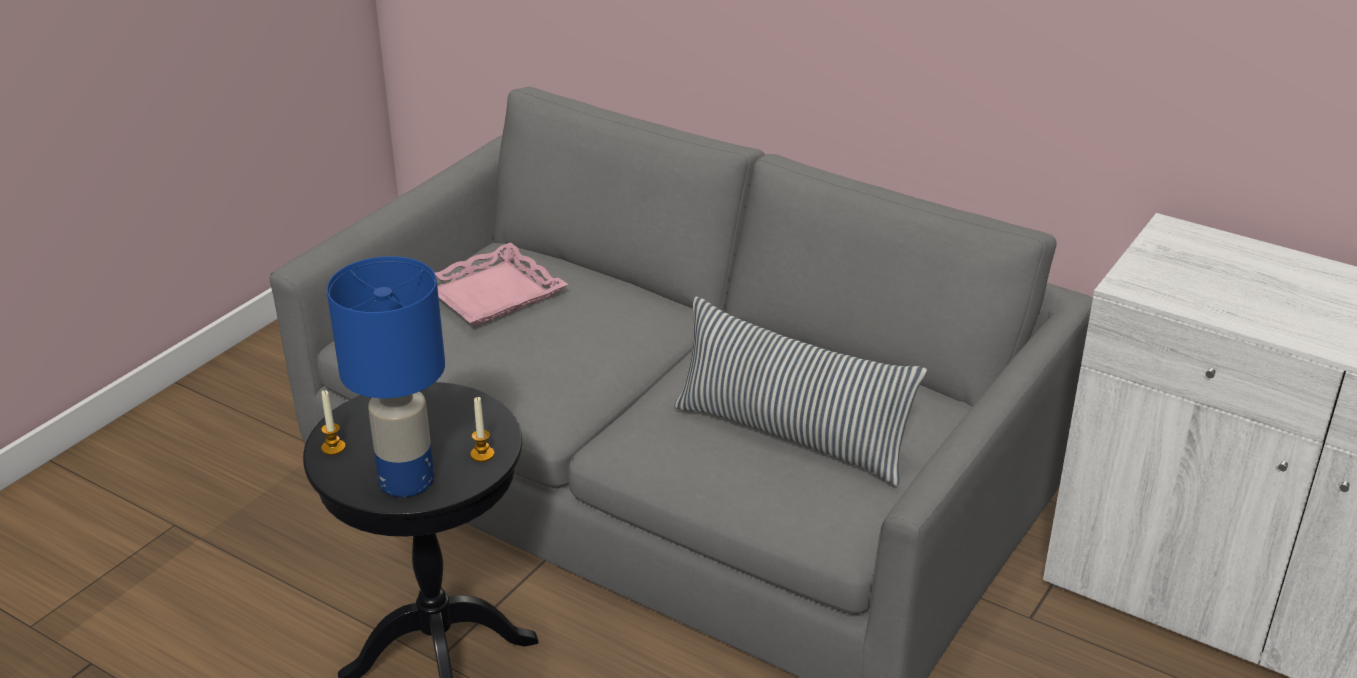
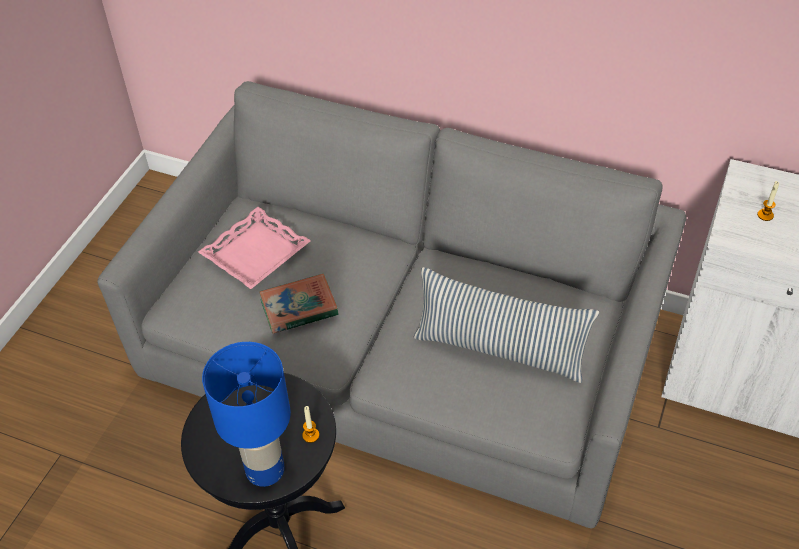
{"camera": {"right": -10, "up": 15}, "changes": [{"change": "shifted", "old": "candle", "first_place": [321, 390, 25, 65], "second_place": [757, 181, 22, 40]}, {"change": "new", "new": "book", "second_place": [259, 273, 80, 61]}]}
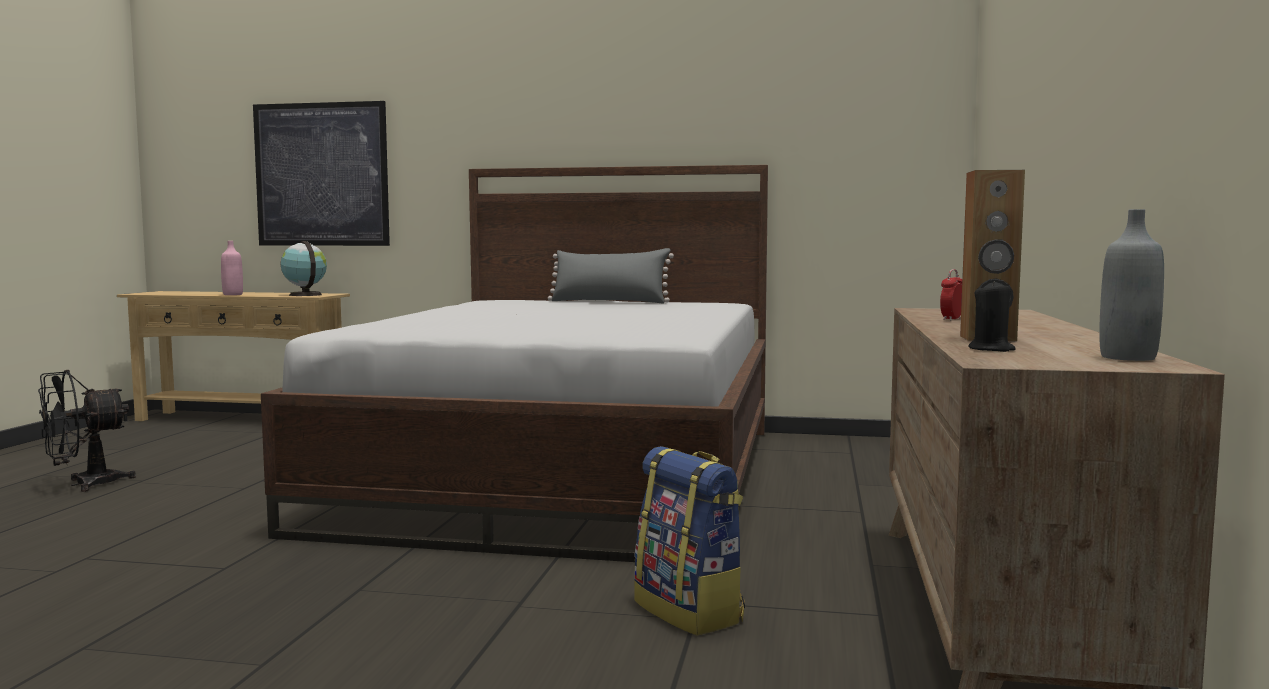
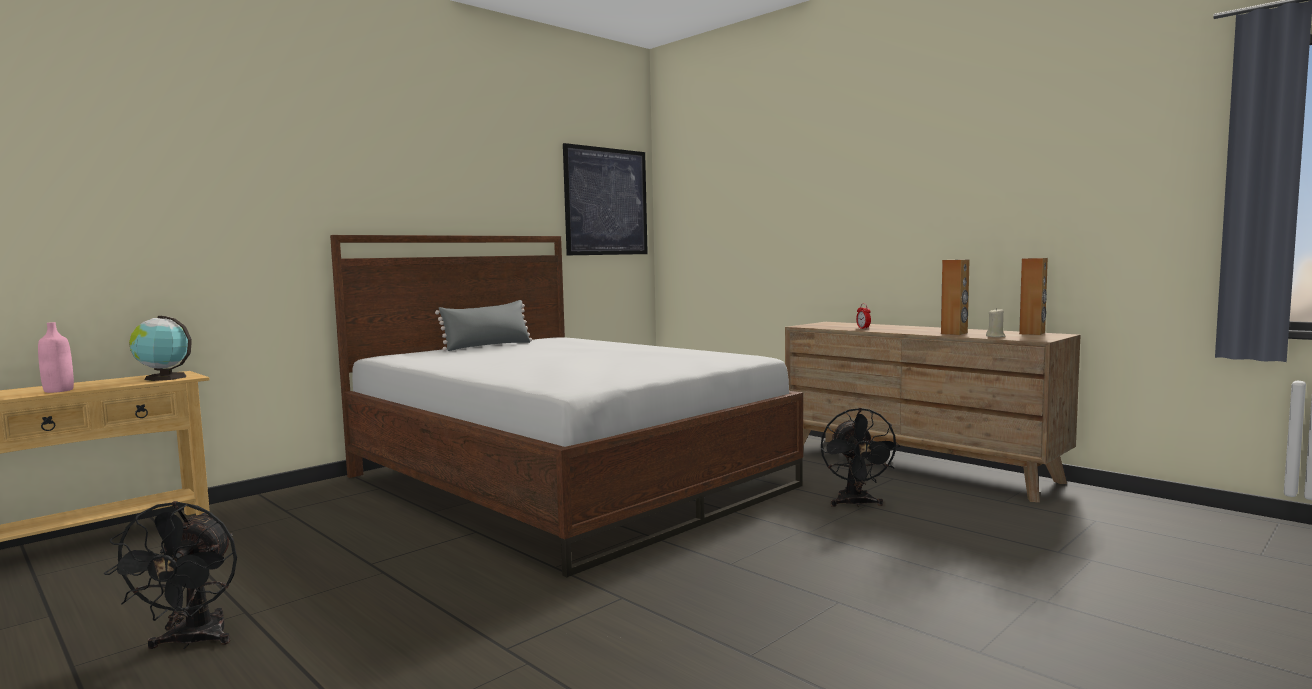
{"camera": {"right": -55, "up": 0}, "changes": [{"change": "shifted", "old": "picture", "first_place": [253, 101, 137, 145], "second_place": [563, 143, 85, 112]}, {"change": "swapped", "old": "backpack", "new": "black fan", "first_place": [634, 446, 111, 190], "second_place": [821, 408, 79, 99]}, {"change": "repainted", "old": "black candle", "new": "beige candle", "first_place": [968, 281, 48, 71], "second_place": [986, 308, 19, 29]}, {"change": "swapped", "old": "grey bottle", "new": "brown speaker", "first_place": [1099, 209, 65, 152], "second_place": [1019, 258, 29, 77]}]}
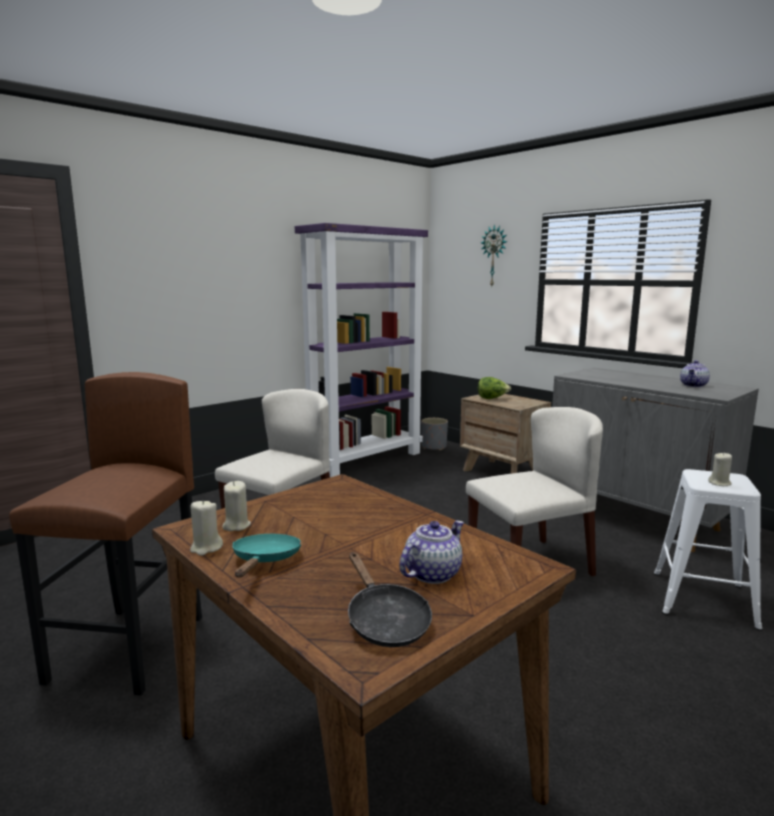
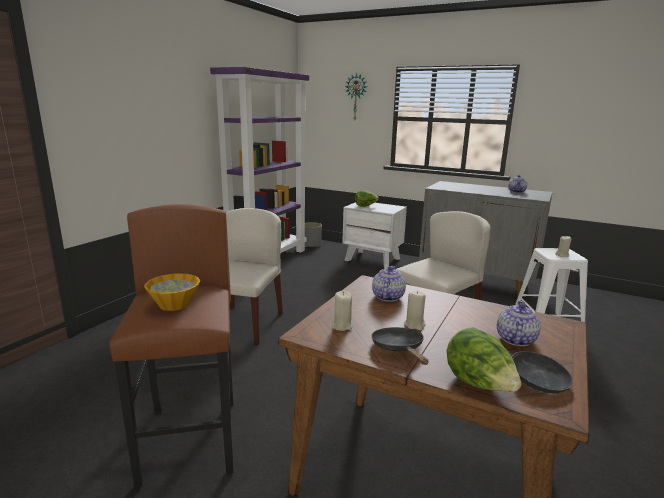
{"camera": {"right": -20, "up": 5}, "changes": [{"change": "shifted", "old": "beige candle", "first_place": [190, 500, 33, 56], "second_place": [404, 290, 22, 40]}, {"change": "repainted", "old": "turquoise frying pan", "new": "black frying pan", "first_place": [232, 534, 69, 44], "second_place": [372, 327, 57, 38]}, {"change": "repainted", "old": "brown nightstand", "new": "white nightstand", "first_place": [460, 394, 91, 80], "second_place": [342, 202, 65, 67]}, {"change": "new", "new": "bowl", "second_place": [144, 273, 56, 38]}, {"change": "new", "new": "teapot", "second_place": [372, 266, 34, 36]}, {"change": "new", "new": "lettuce", "second_place": [447, 327, 74, 65]}]}
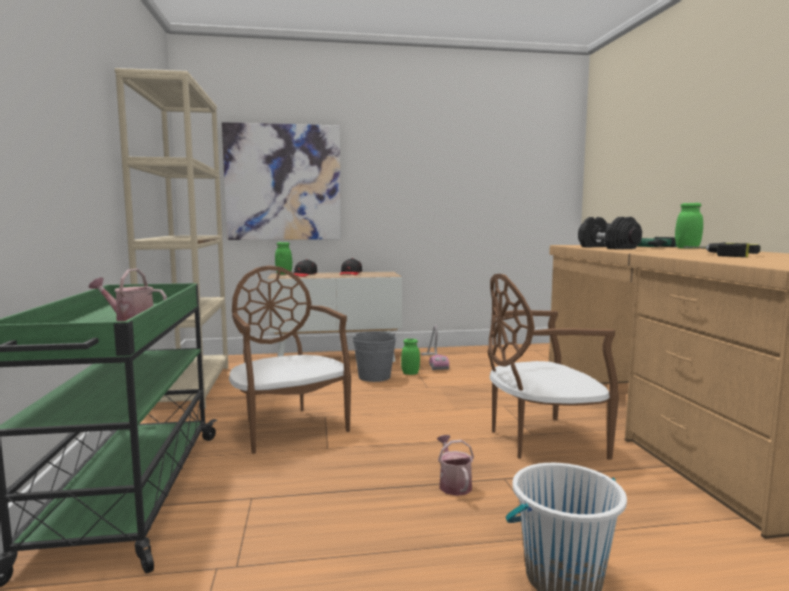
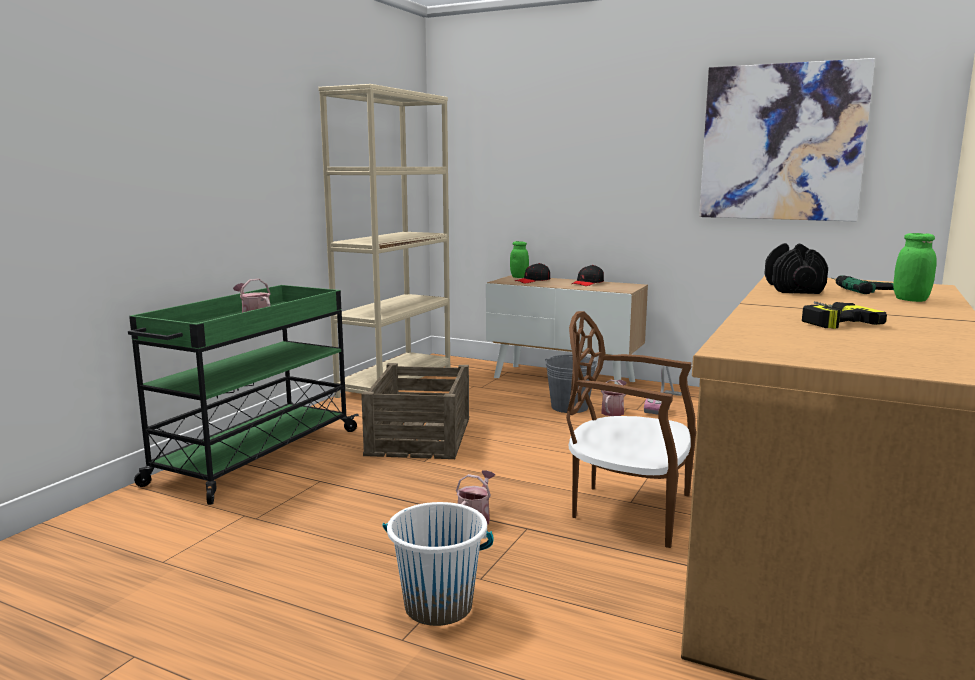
{"camera": {"right": 35, "up": 5}, "changes": [{"change": "shifted", "old": "picture", "first_place": [222, 122, 119, 118], "second_place": [699, 58, 176, 163]}, {"change": "swapped", "old": "brown chair", "new": "crate", "first_place": [229, 265, 122, 189], "second_place": [361, 363, 108, 96]}, {"change": "swapped", "old": "green jar", "new": "watering can", "first_place": [401, 339, 19, 36], "second_place": [601, 379, 26, 37]}]}
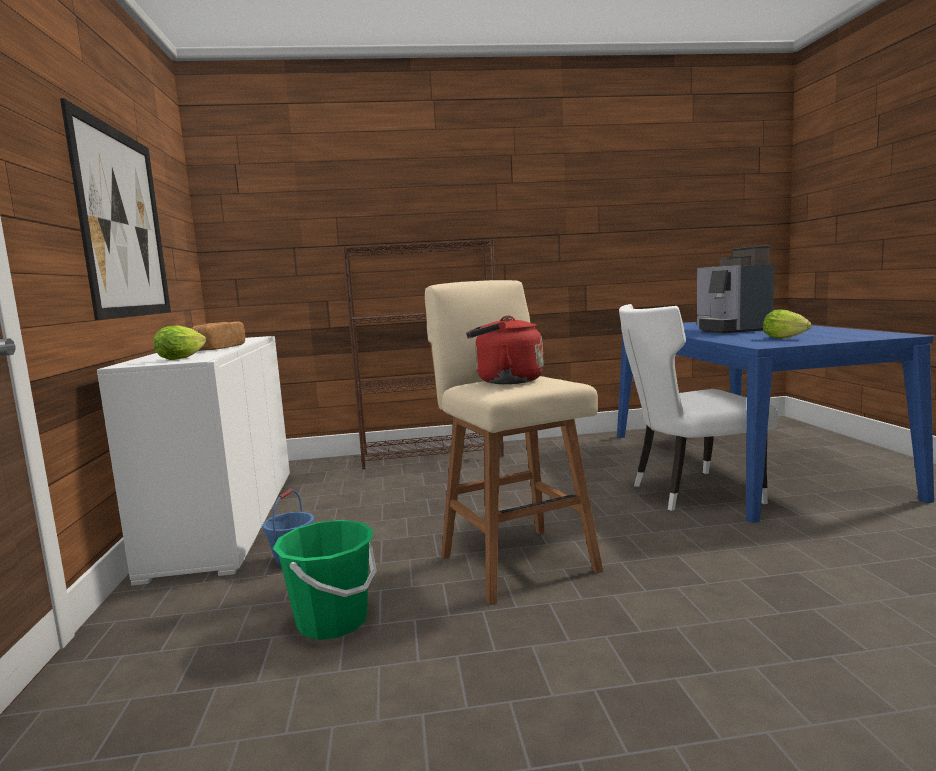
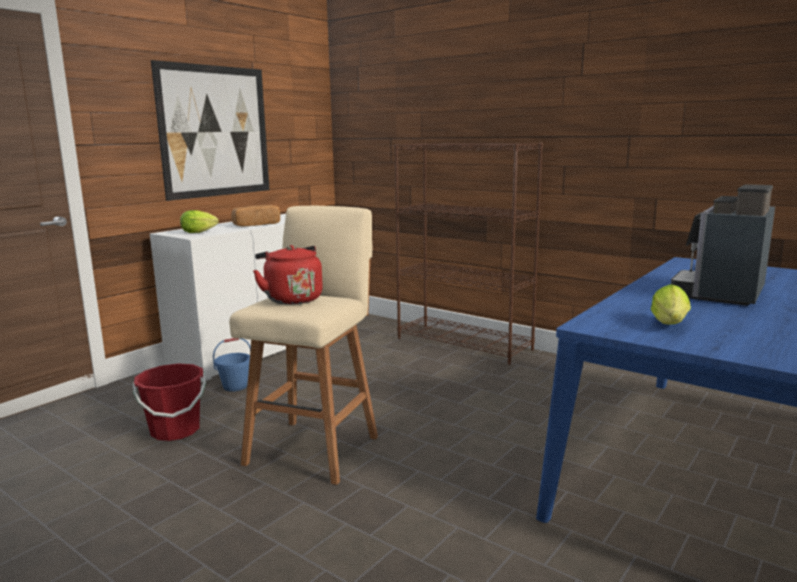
{"camera": {"right": 45, "up": 5}, "changes": [{"change": "repainted", "old": "green bucket", "new": "red bucket", "first_place": [273, 520, 104, 120], "second_place": [133, 363, 73, 78]}, {"change": "gone", "old": "white chair", "first_place": [619, 304, 159, 207]}]}
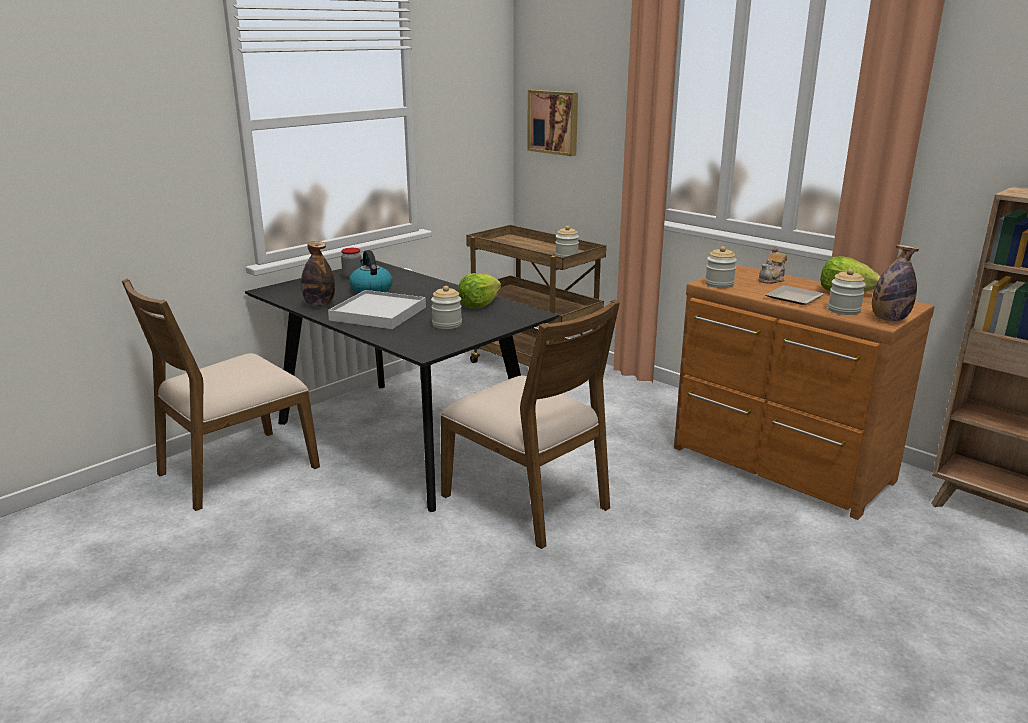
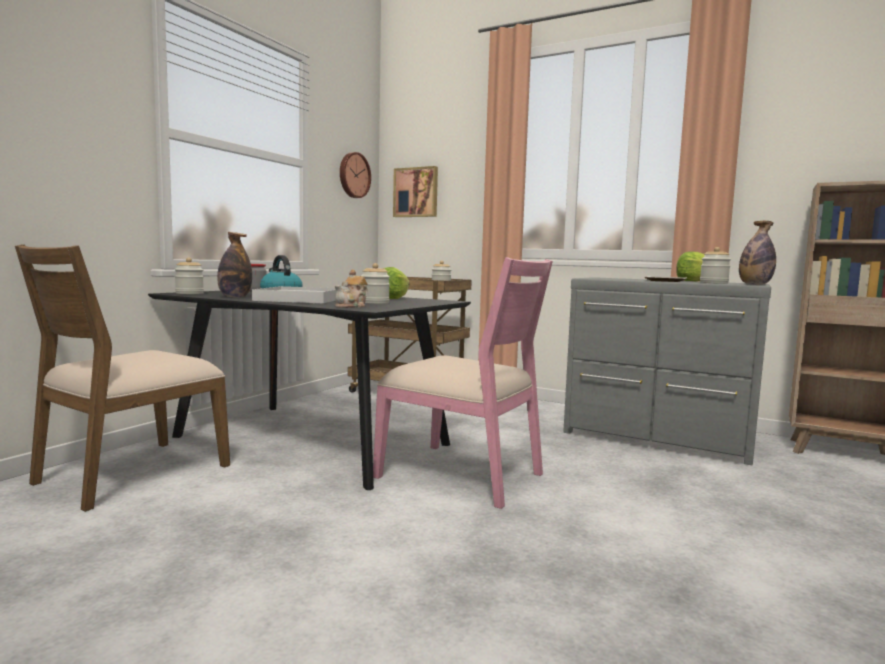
{"camera": {"right": -15, "up": -15}, "changes": [{"change": "repainted", "old": "brown chair", "new": "pink chair", "first_place": [440, 300, 180, 249], "second_place": [373, 257, 180, 252]}, {"change": "repainted", "old": "brown dresser", "new": "grey dresser", "first_place": [674, 265, 260, 255], "second_place": [563, 277, 208, 188]}, {"change": "shifted", "old": "jar", "first_place": [705, 246, 32, 42], "second_place": [175, 258, 29, 36]}, {"change": "shifted", "old": "teapot", "first_place": [759, 247, 28, 37], "second_place": [334, 270, 34, 38]}, {"change": "new", "new": "wall clock", "second_place": [340, 152, 31, 46]}]}
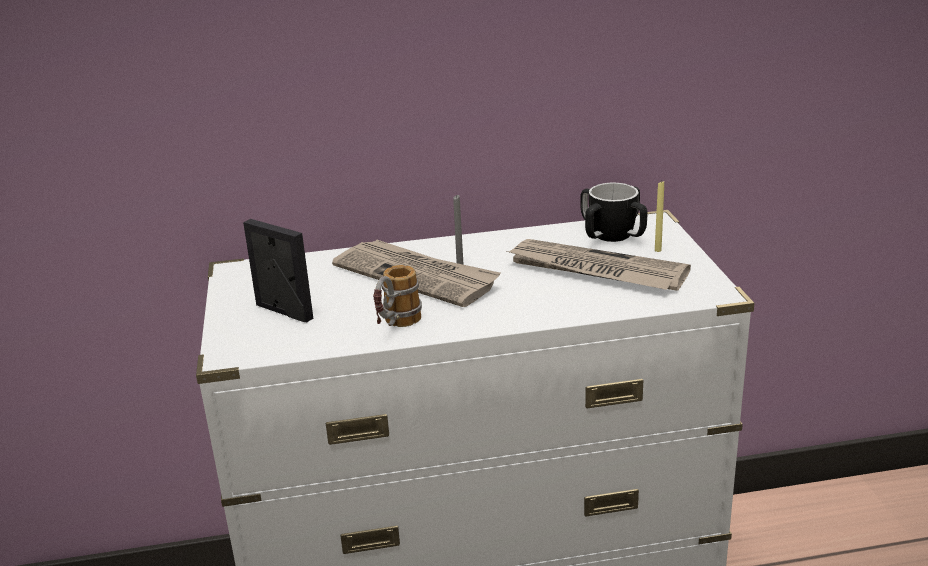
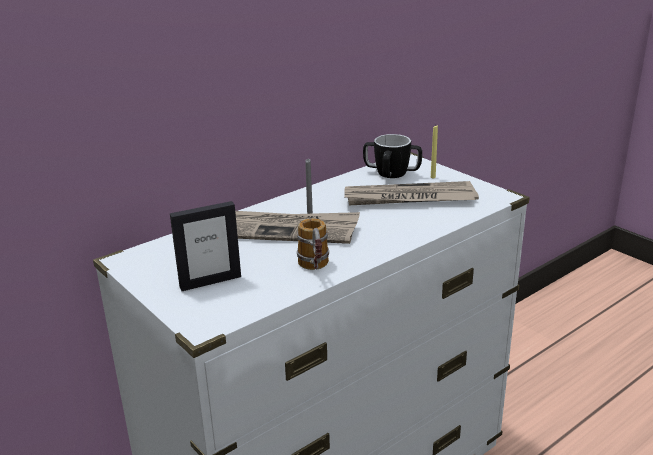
{"camera": {"right": -30, "up": 0}, "changes": [{"change": "rotated", "old": "picture frame", "first_place": [243, 219, 70, 104], "second_place": [170, 201, 71, 90], "degrees": 150}]}
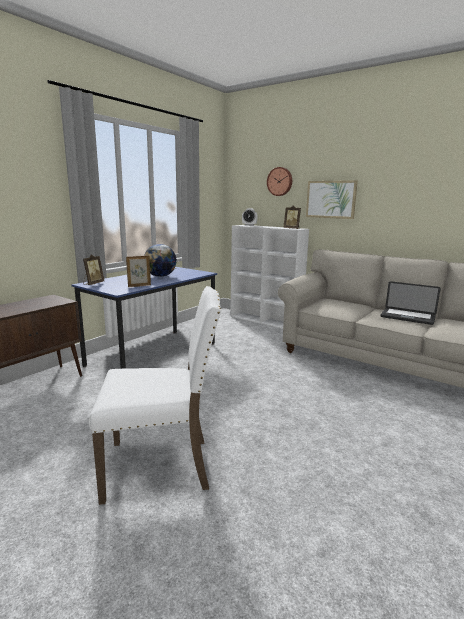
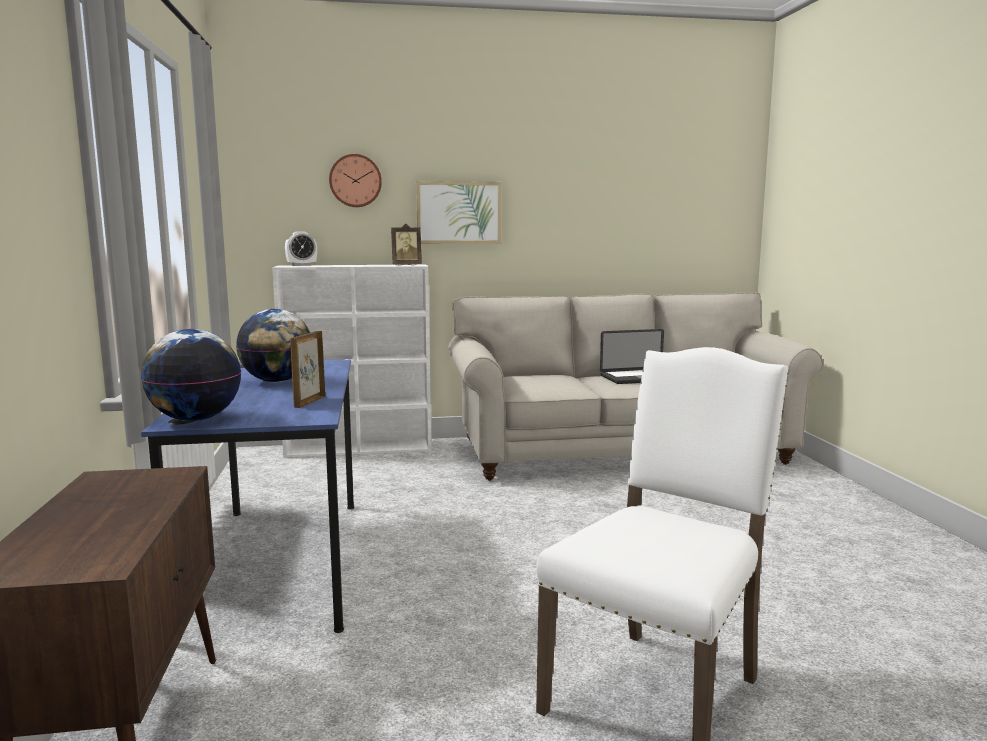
{"camera": {"right": -45, "up": -5}, "changes": [{"change": "swapped", "old": "picture frame", "new": "globe", "first_place": [83, 254, 21, 31], "second_place": [141, 329, 100, 92]}]}
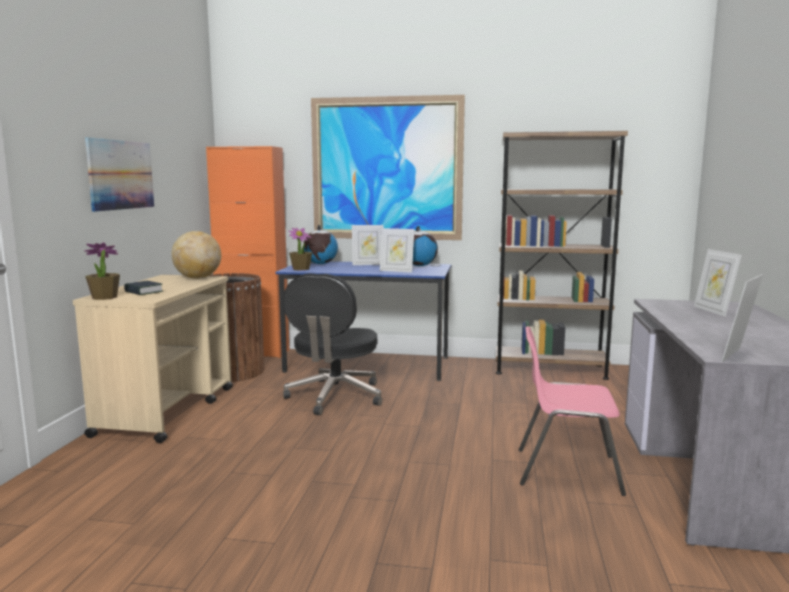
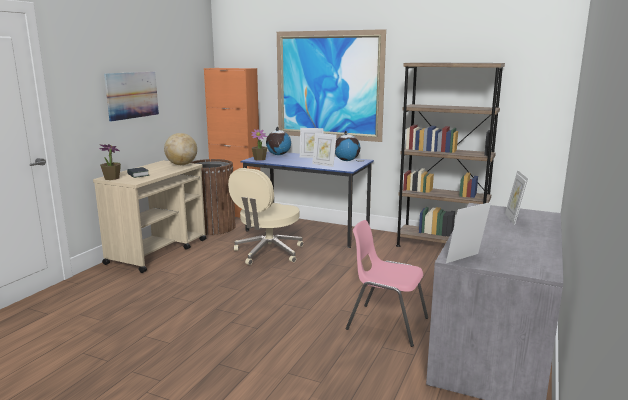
{"camera": {"right": 15, "up": 5}, "changes": [{"change": "repainted", "old": "black office chair", "new": "beige office chair", "first_place": [283, 273, 99, 142], "second_place": [228, 168, 75, 97]}]}
